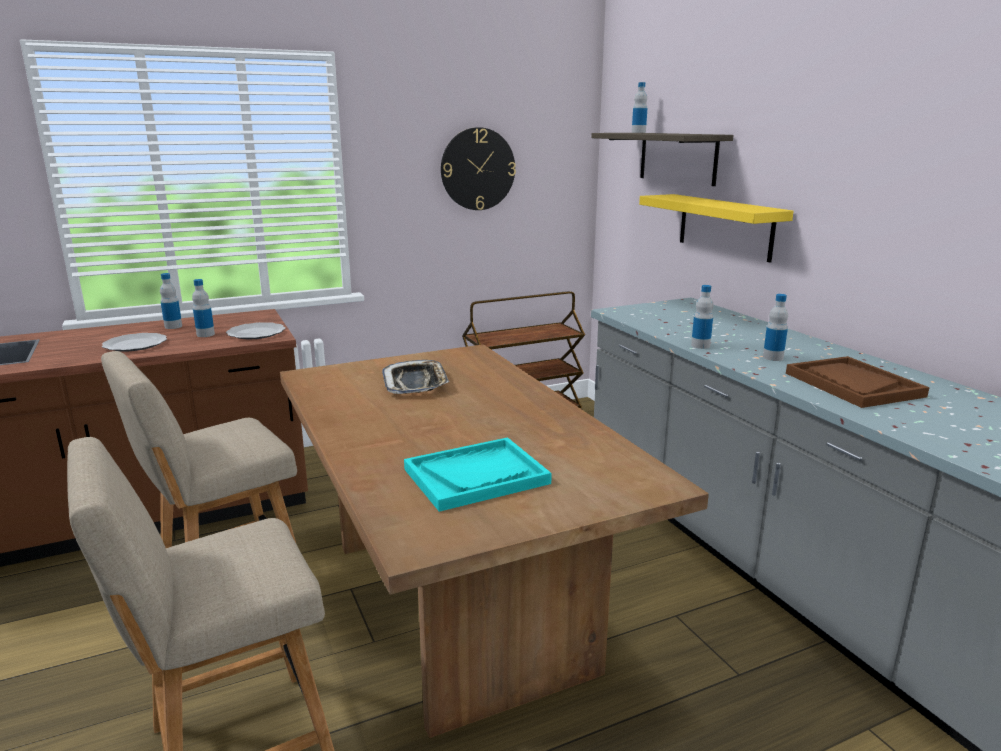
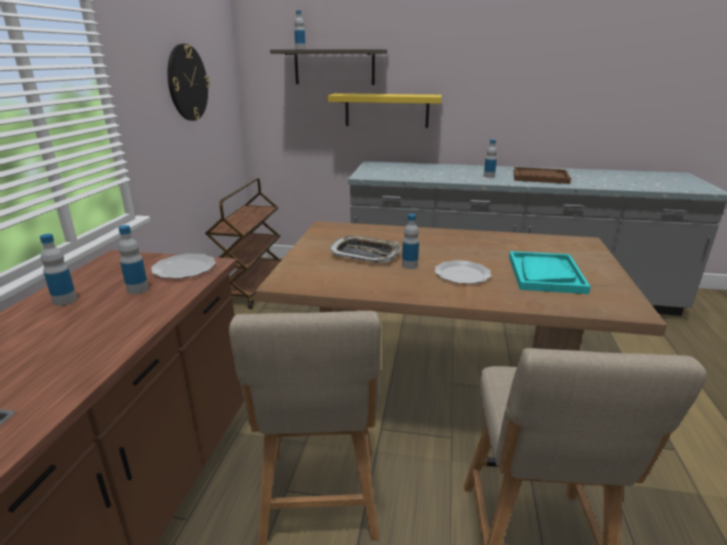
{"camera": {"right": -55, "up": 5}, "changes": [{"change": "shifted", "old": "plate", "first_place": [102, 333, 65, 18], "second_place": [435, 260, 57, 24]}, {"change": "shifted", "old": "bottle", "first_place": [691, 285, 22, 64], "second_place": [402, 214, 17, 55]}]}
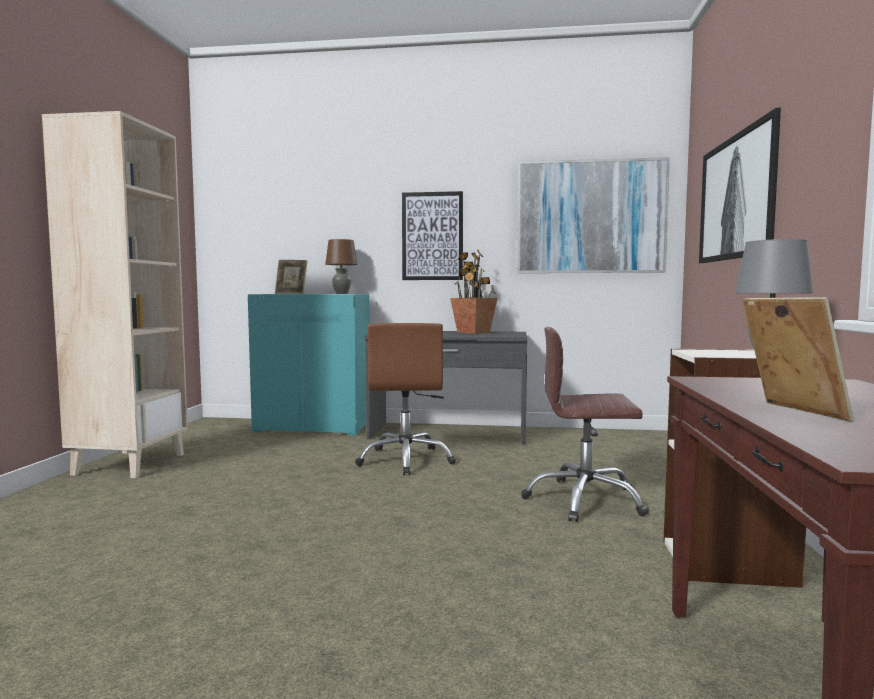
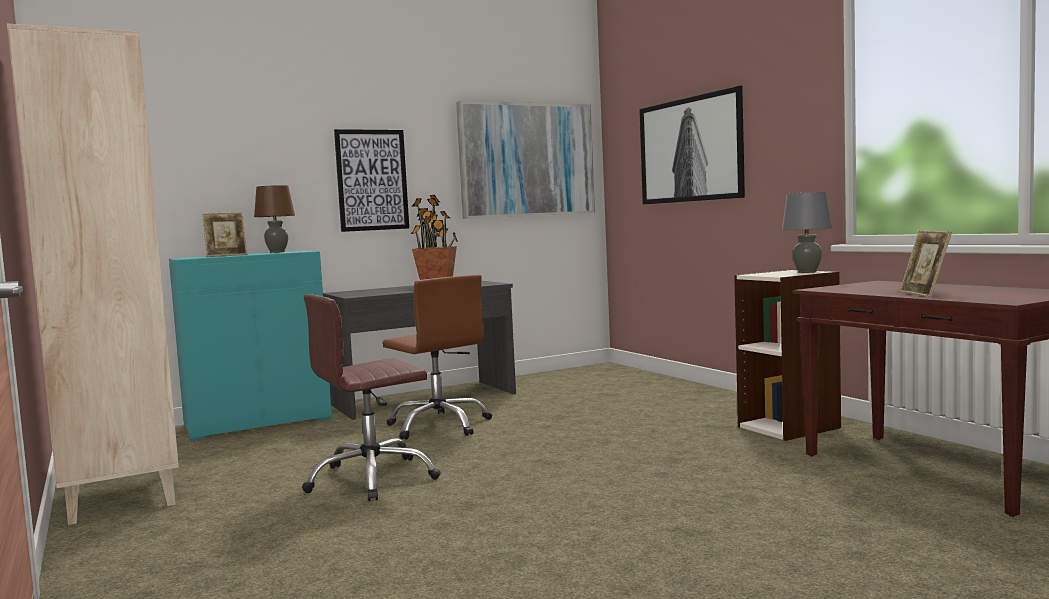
{"camera": {"right": -35, "up": 0}, "changes": [{"change": "shifted", "old": "brown office chair", "first_place": [521, 327, 128, 195], "second_place": [302, 294, 139, 207]}, {"change": "rotated", "old": "picture frame", "first_place": [742, 297, 112, 125], "second_place": [899, 230, 53, 67], "degrees": -135}]}
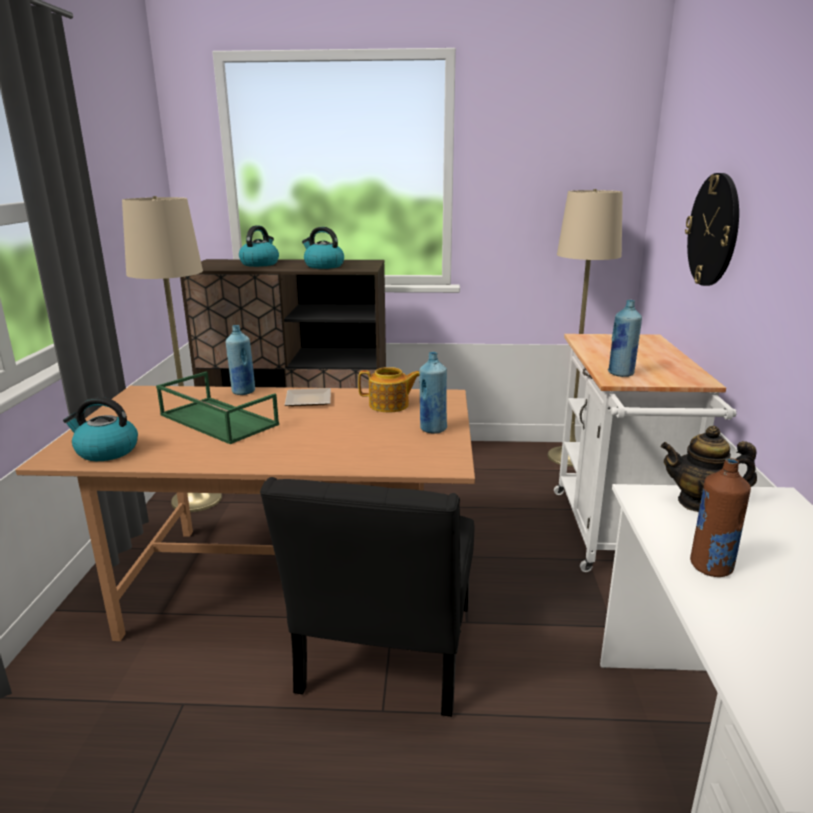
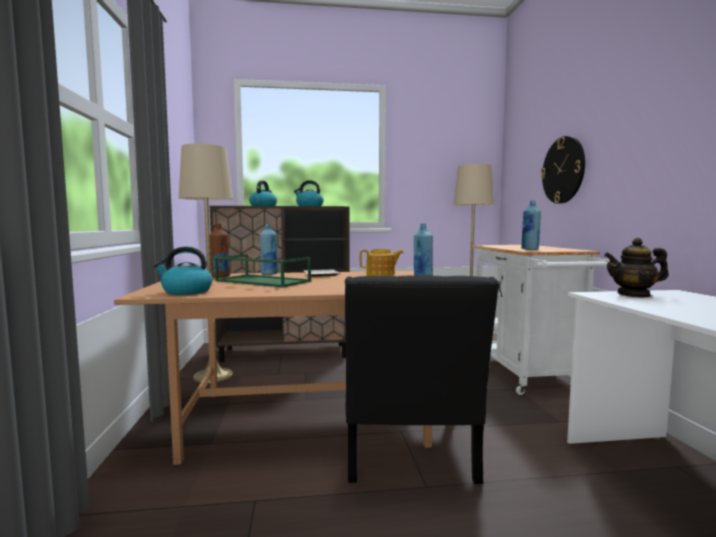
{"camera": {"right": -10, "up": -15}, "changes": [{"change": "shifted", "old": "brown bottle", "first_place": [690, 458, 61, 119], "second_place": [210, 224, 20, 54]}]}
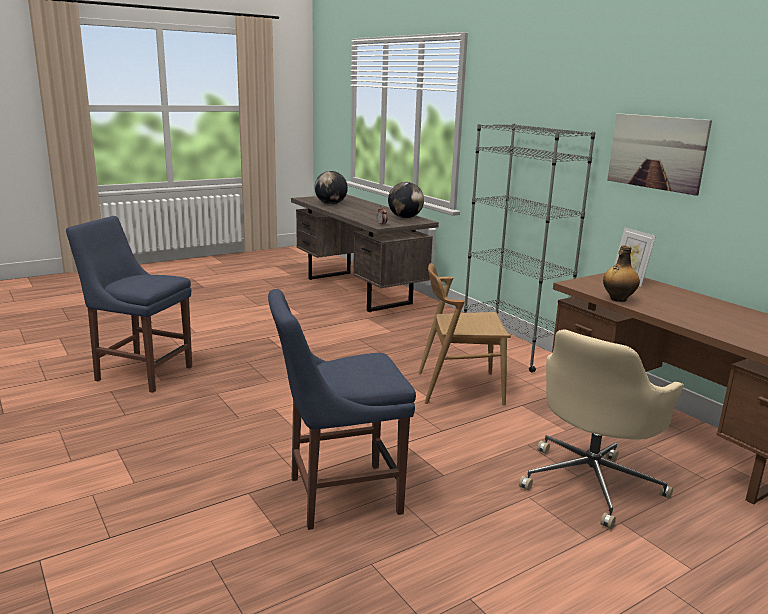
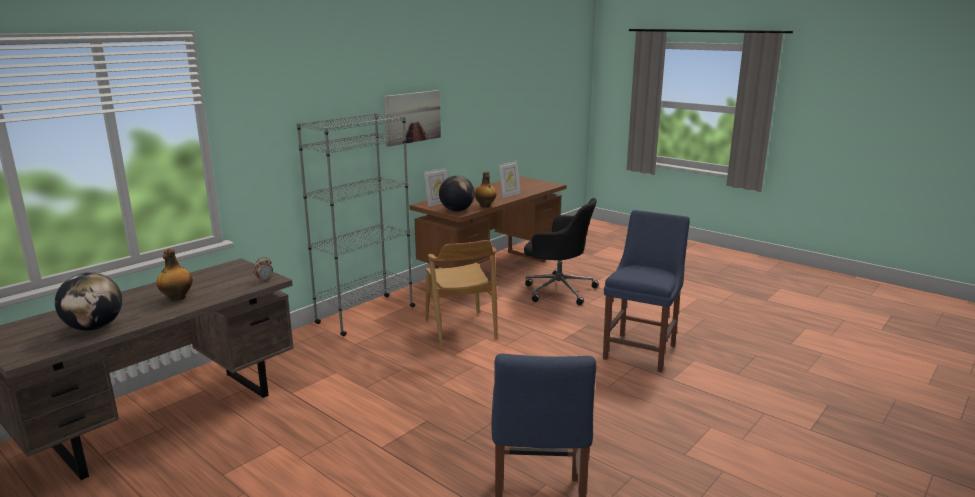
{"camera": {"right": -105, "up": 0}, "changes": [{"change": "rotated", "old": "blue chair", "first_place": [268, 289, 148, 241], "second_place": [603, 210, 87, 162], "degrees": -120}, {"change": "shifted", "old": "globe", "first_place": [388, 182, 36, 36], "second_place": [439, 175, 36, 36]}, {"change": "repainted", "old": "beige office chair", "new": "black office chair", "first_place": [519, 329, 165, 200], "second_place": [524, 198, 75, 107]}, {"change": "new", "new": "bottle", "second_place": [156, 249, 37, 52]}, {"change": "new", "new": "picture frame", "second_place": [499, 161, 22, 37]}]}
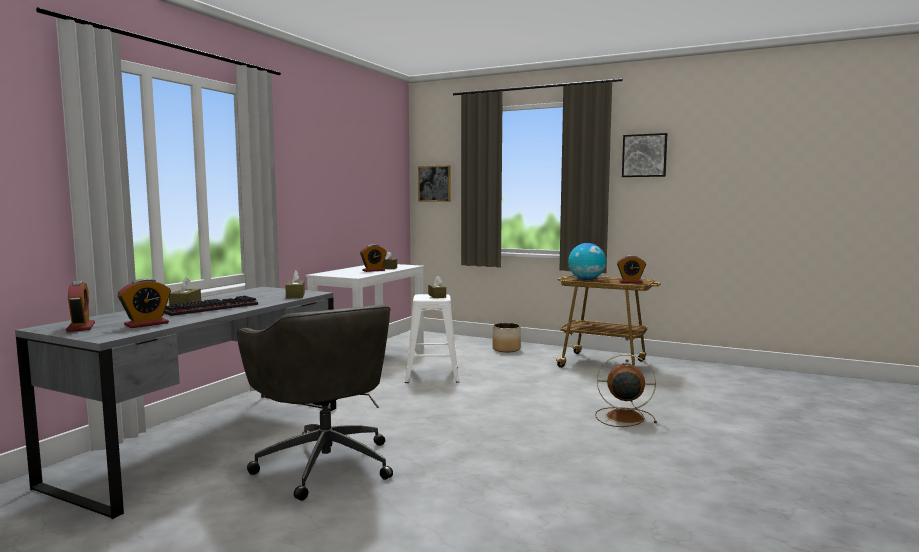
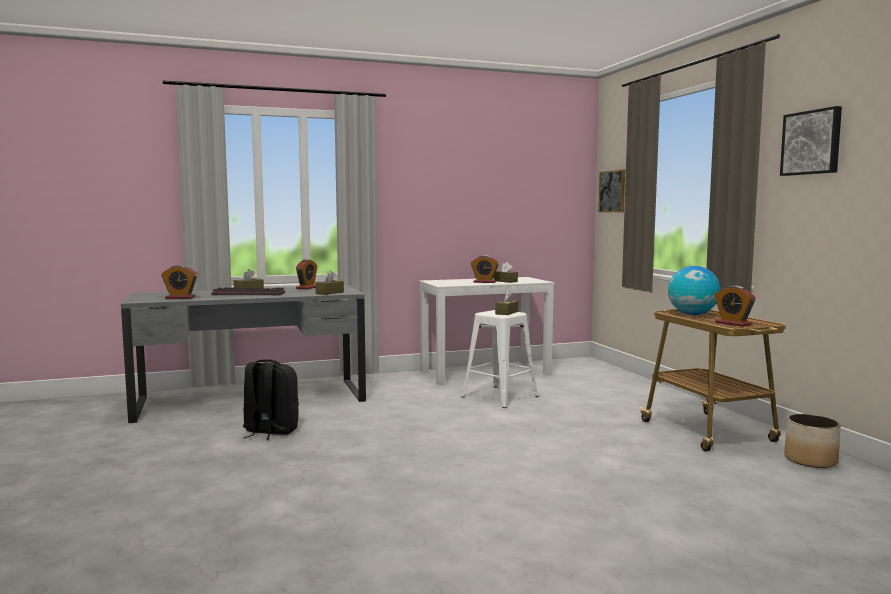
{"camera": {"right": 45, "up": 0}, "changes": [{"change": "shifted", "old": "alarm clock", "first_place": [66, 281, 29, 51], "second_place": [296, 259, 21, 31]}, {"change": "swapped", "old": "grey office chair", "new": "black backpack", "first_place": [237, 305, 156, 196], "second_place": [243, 359, 56, 81]}, {"change": "shifted", "old": "planter", "first_place": [492, 323, 29, 29], "second_place": [784, 414, 57, 54]}, {"change": "gone", "old": "brown fan", "first_place": [595, 354, 62, 73]}]}
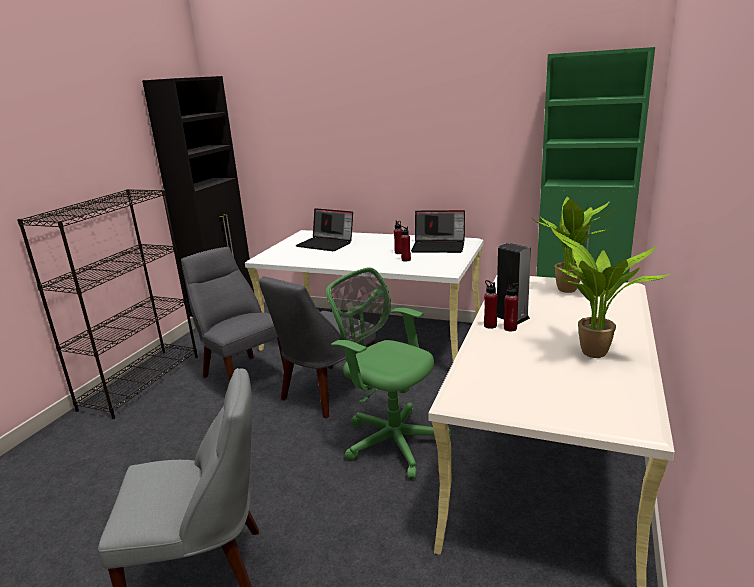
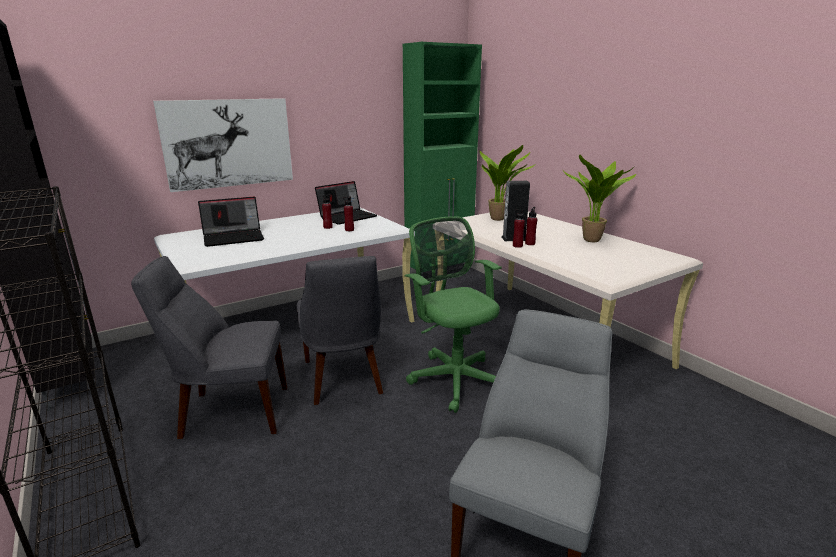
{"camera": {"right": -55, "up": 0}, "changes": [{"change": "rotated", "old": "green office chair", "first_place": [326, 268, 125, 211], "second_place": [405, 216, 97, 197], "degrees": 75}, {"change": "new", "new": "picture", "second_place": [153, 98, 140, 94]}]}
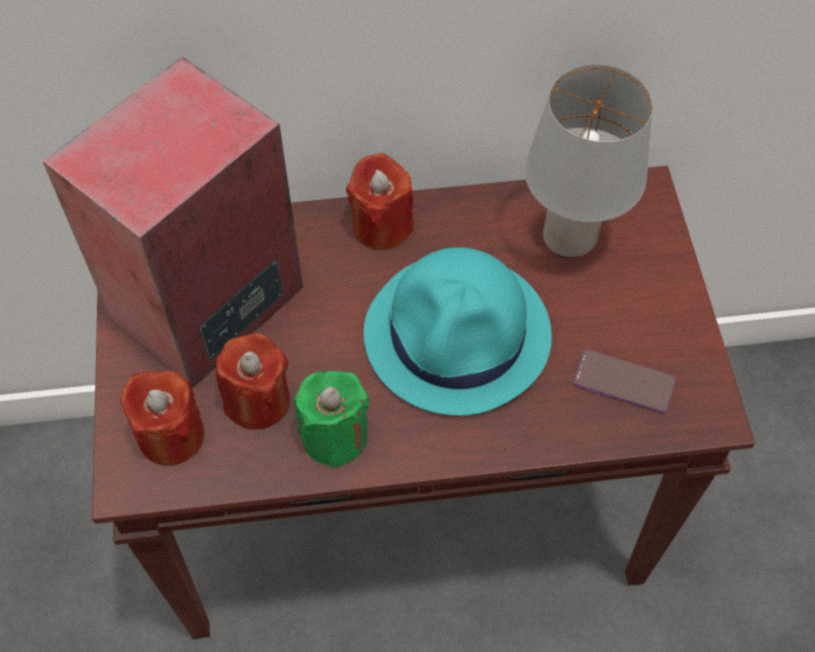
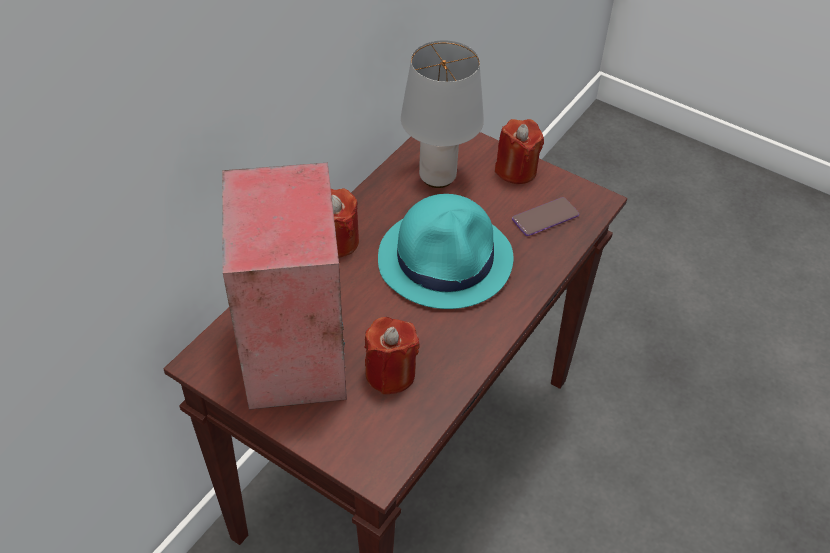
{"camera": {"right": -50, "up": -10}, "changes": [{"change": "shifted", "old": "red candle", "first_place": [120, 370, 84, 96], "second_place": [495, 119, 49, 65]}, {"change": "gone", "old": "green candle", "first_place": [294, 371, 75, 97]}]}
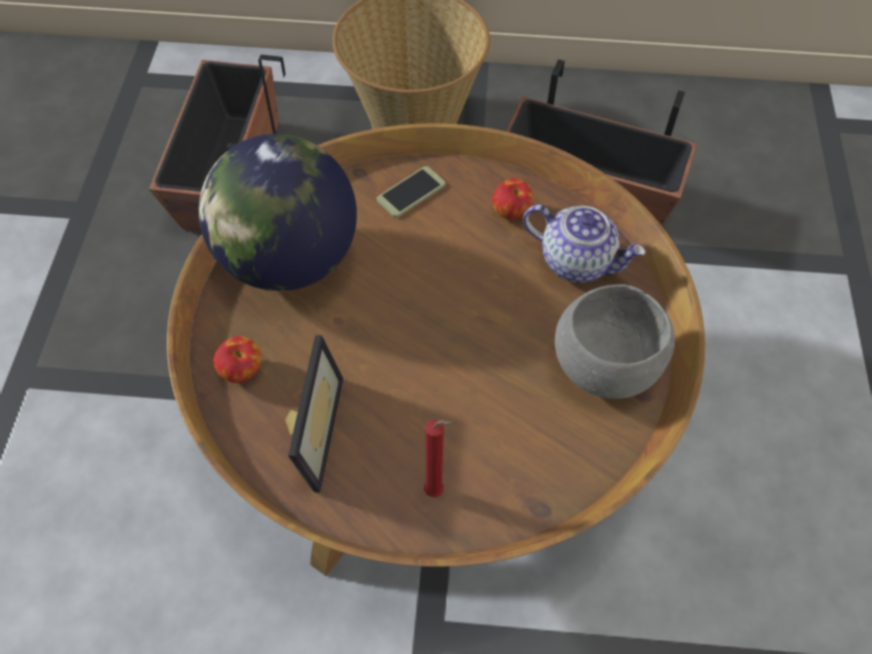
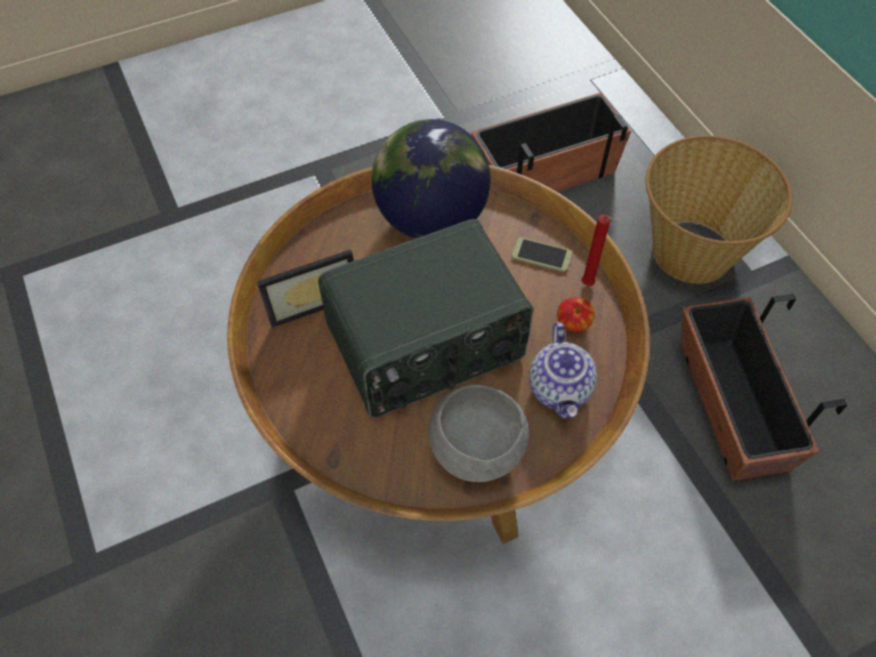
{"camera": {"right": 60, "up": 0}, "changes": [{"change": "gone", "old": "apple", "first_place": [213, 336, 49, 47]}, {"change": "shifted", "old": "red candle", "first_place": [424, 420, 30, 77], "second_place": [582, 215, 31, 71]}, {"change": "new", "new": "radio", "second_place": [318, 219, 215, 199]}]}
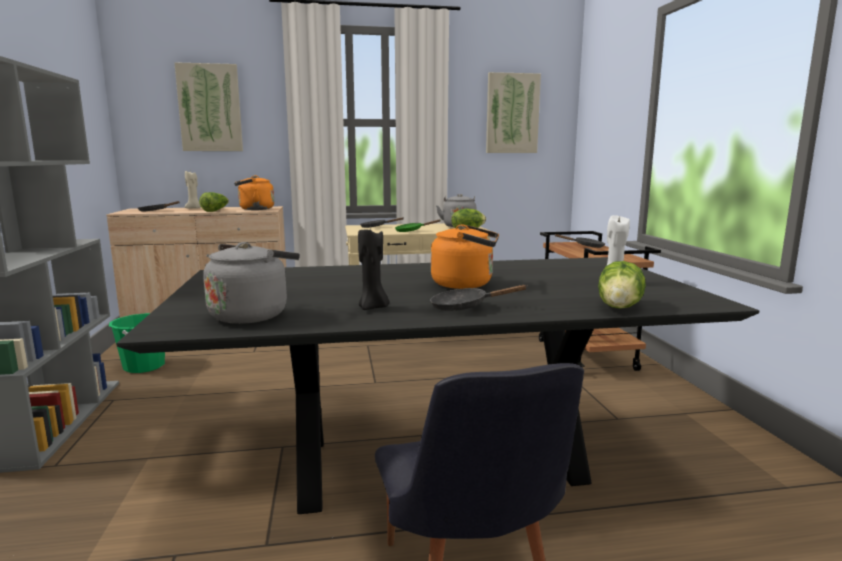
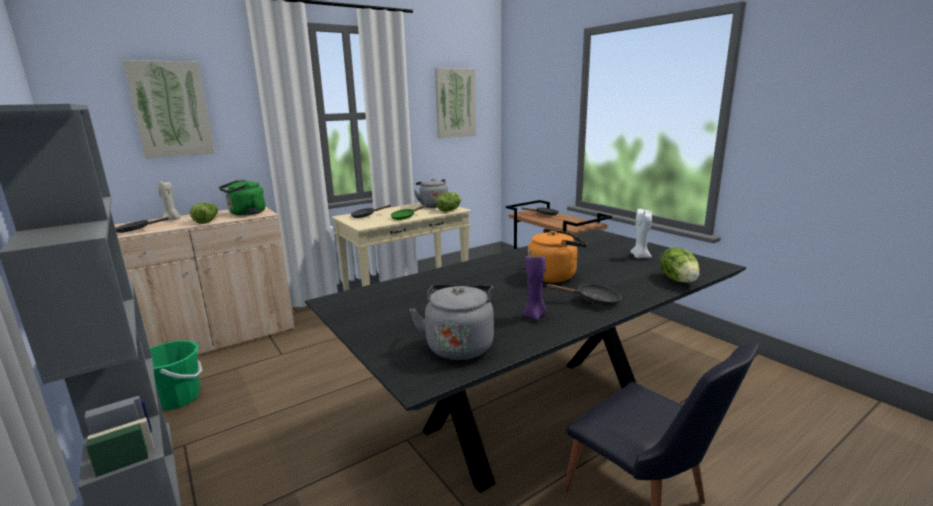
{"camera": {"right": -25, "up": 5}, "changes": [{"change": "repainted", "old": "orange kettle", "new": "green kettle", "first_place": [234, 175, 40, 35], "second_place": [219, 179, 47, 37]}, {"change": "repainted", "old": "black candle", "new": "purple candle", "first_place": [358, 225, 31, 85], "second_place": [523, 253, 24, 67]}, {"change": "rotated", "old": "black frying pan", "first_place": [430, 285, 97, 26], "second_place": [546, 284, 76, 22], "degrees": -150}]}
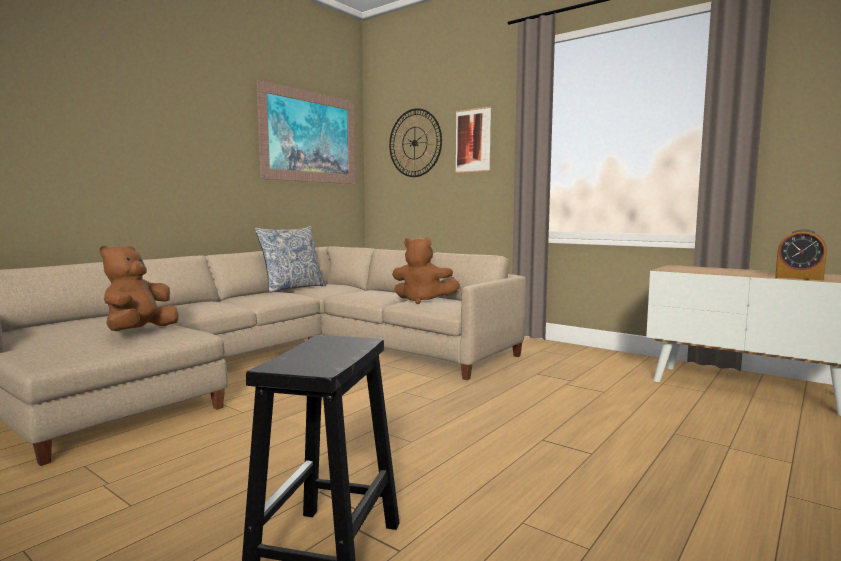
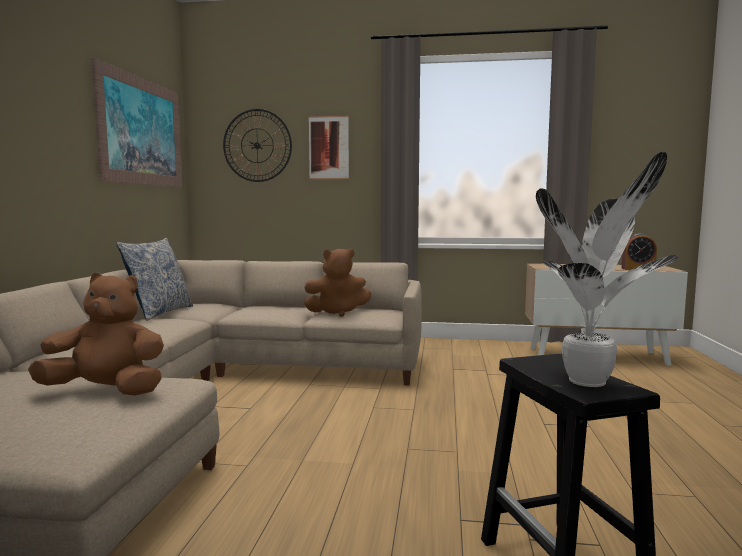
{"camera": {"right": -30, "up": 0}, "changes": [{"change": "rotated", "old": "brown plush toy", "first_place": [99, 245, 80, 86], "second_place": [28, 273, 136, 123], "degrees": 105}, {"change": "new", "new": "potted plant", "second_place": [536, 152, 142, 235]}]}
